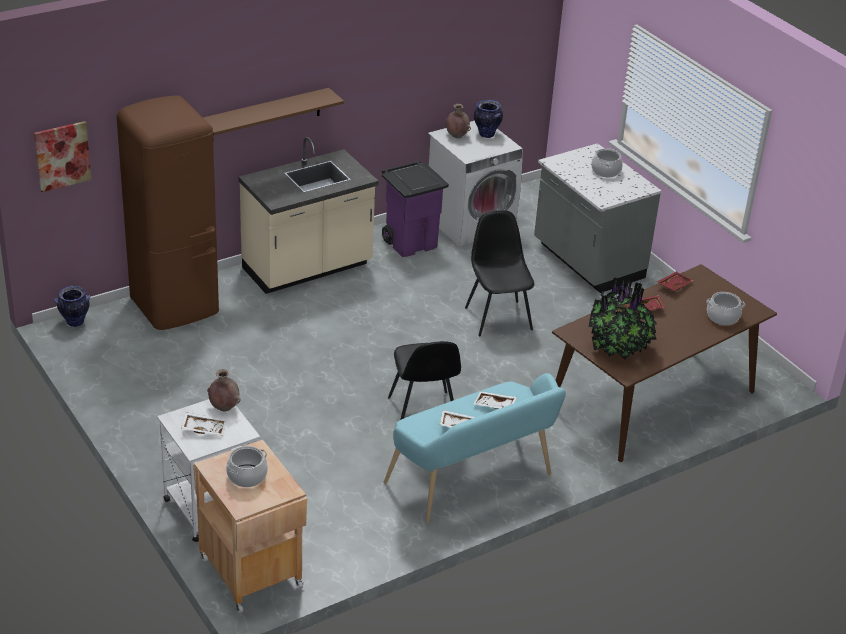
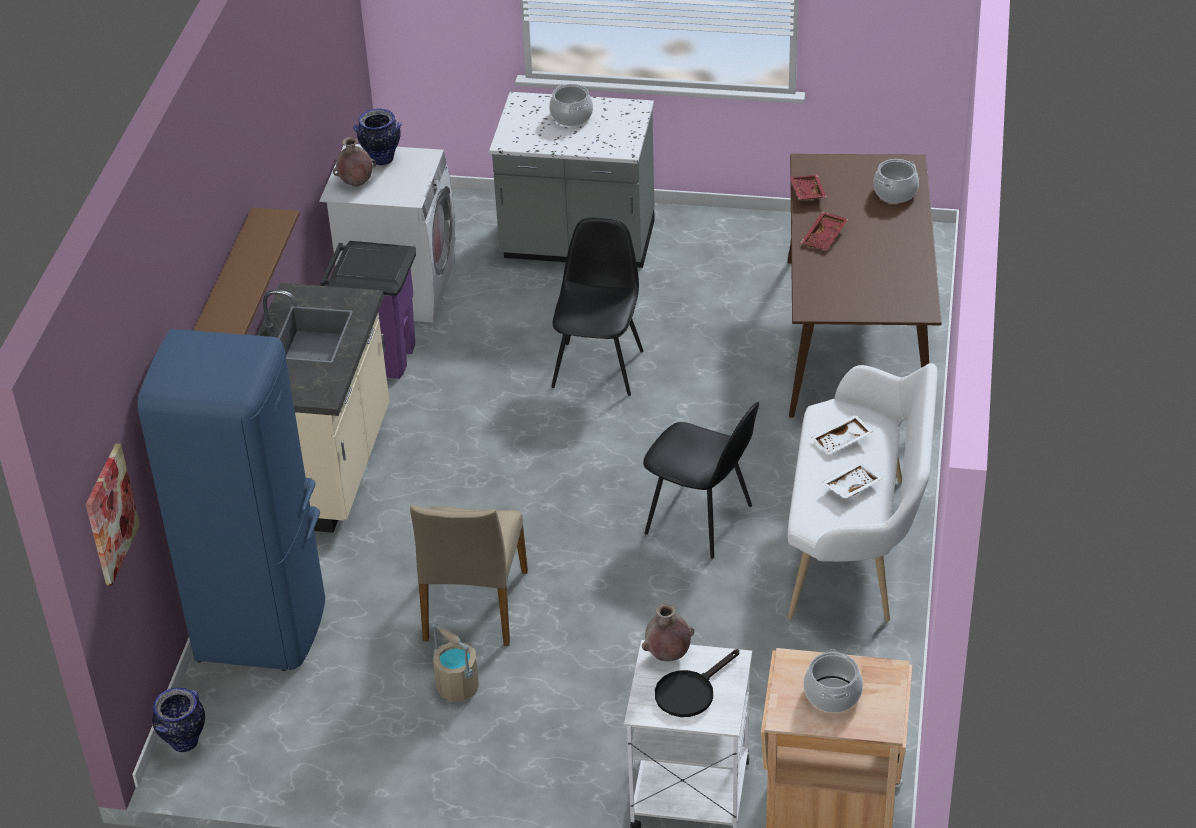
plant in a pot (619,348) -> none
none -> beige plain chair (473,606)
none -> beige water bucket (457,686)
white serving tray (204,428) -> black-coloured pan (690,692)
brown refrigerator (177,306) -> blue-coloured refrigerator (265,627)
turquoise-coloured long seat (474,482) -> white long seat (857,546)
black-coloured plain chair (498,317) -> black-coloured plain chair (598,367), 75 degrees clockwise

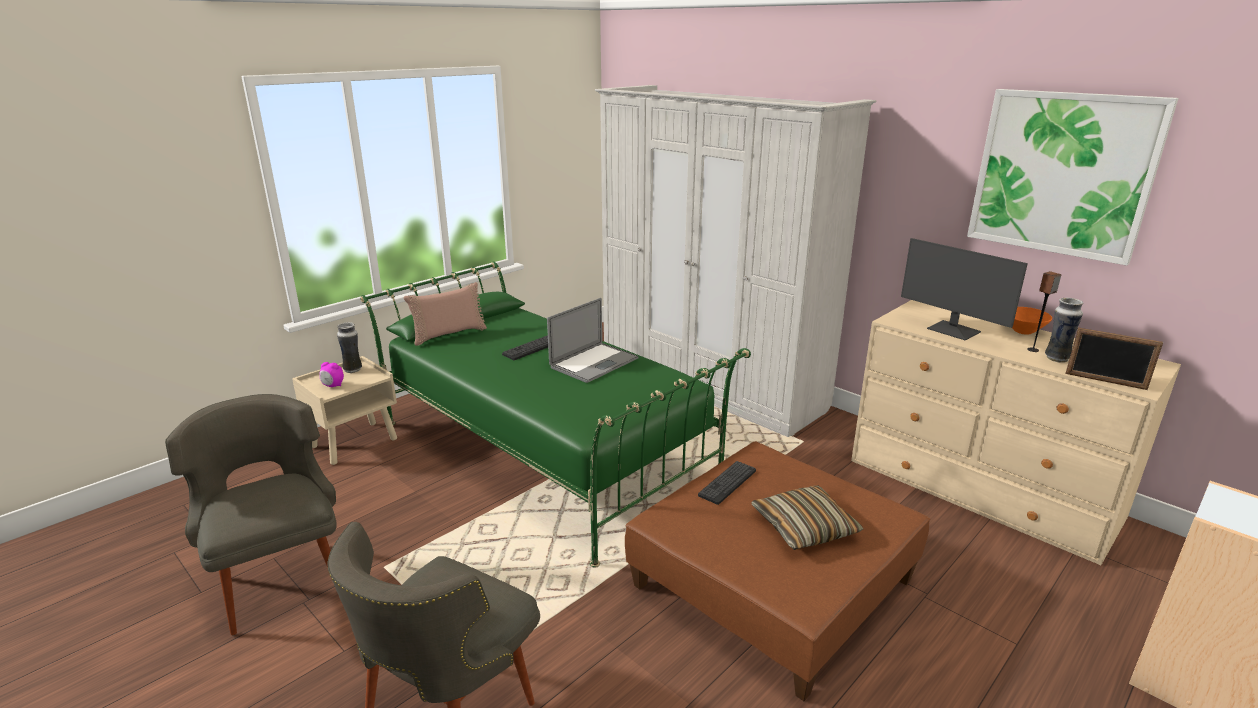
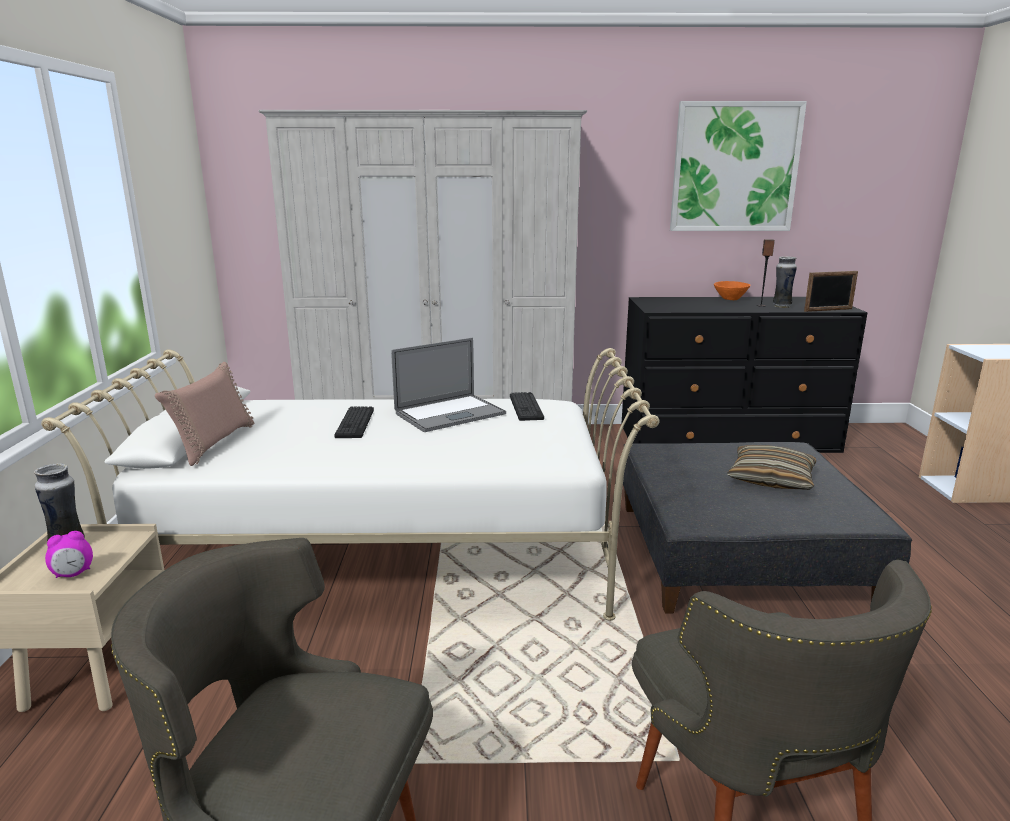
monitor (953,331) -> none
computer keyboard (727,483) -> computer keyboard (526,407), moved
green-coloured bed (544,452) -> white bed (385,557)
brown pouffe (772,582) -> grey pouffe (737,553)
beige dresser (981,488) -> black-coloured dresser (728,438)
notebook computer (594,363) -> notebook computer (450,414), 60 degrees clockwise

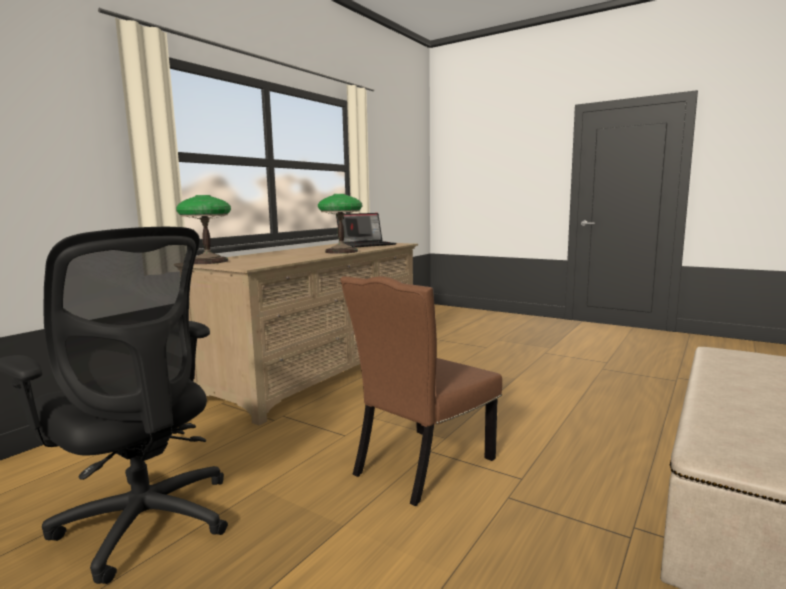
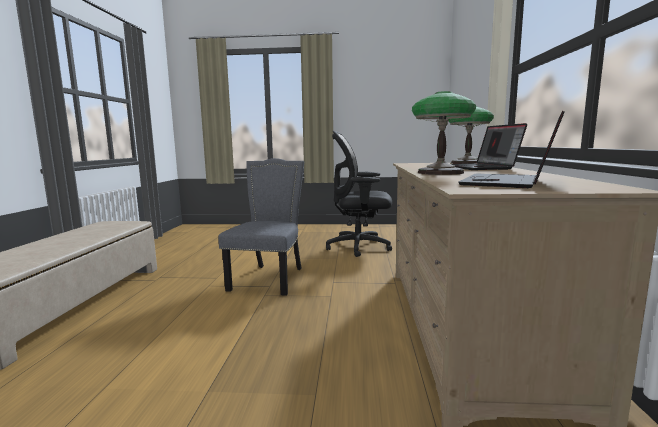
none -> notebook computer (481,168)
brown plain chair (424,464) -> grey plain chair (268,280)

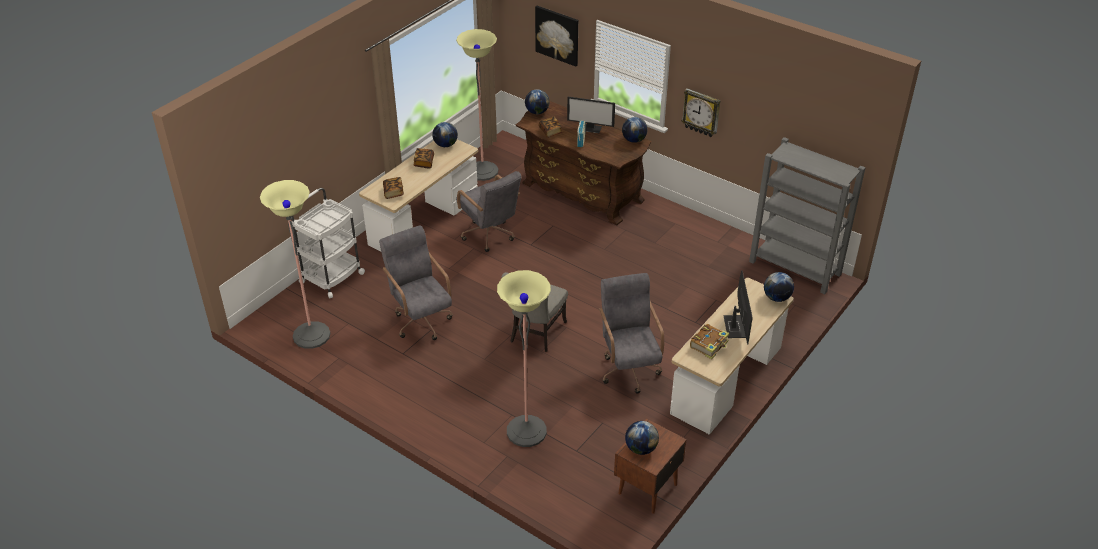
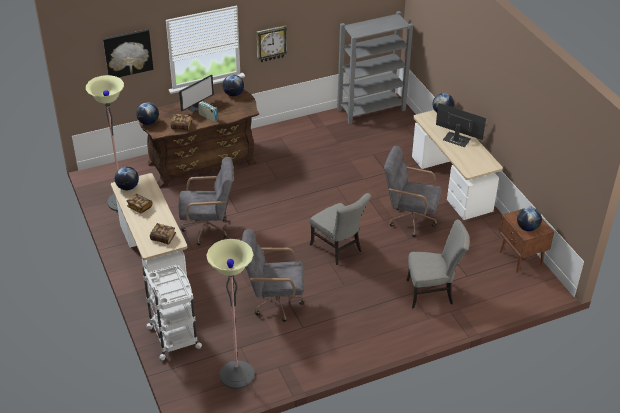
bound book (709,345) -> none
standard lamp (526,431) -> grey plain chair (433,292)

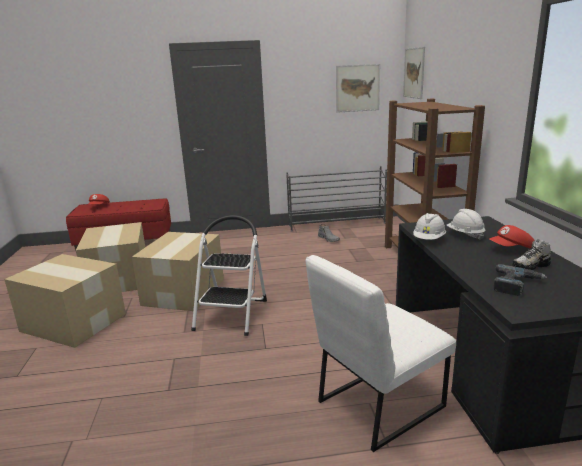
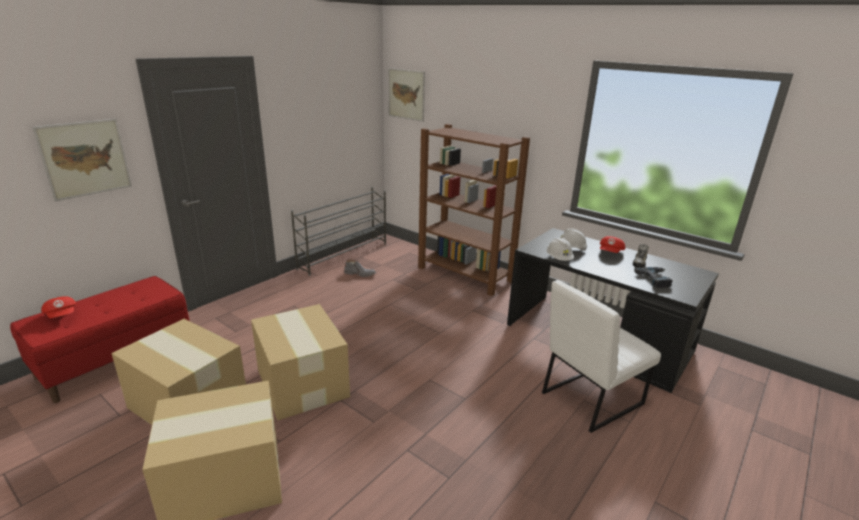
stepladder (233,314) -> none
wall art (357,88) -> wall art (85,158), moved
white plain chair (377,405) -> white plain chair (589,399), 45 degrees clockwise

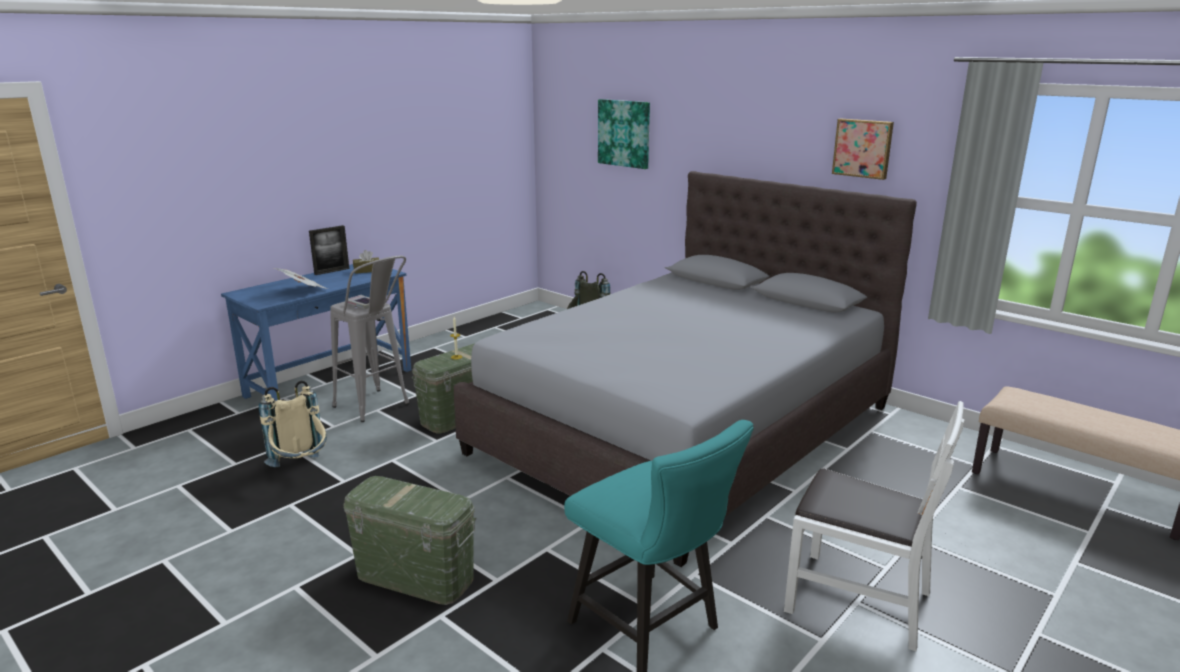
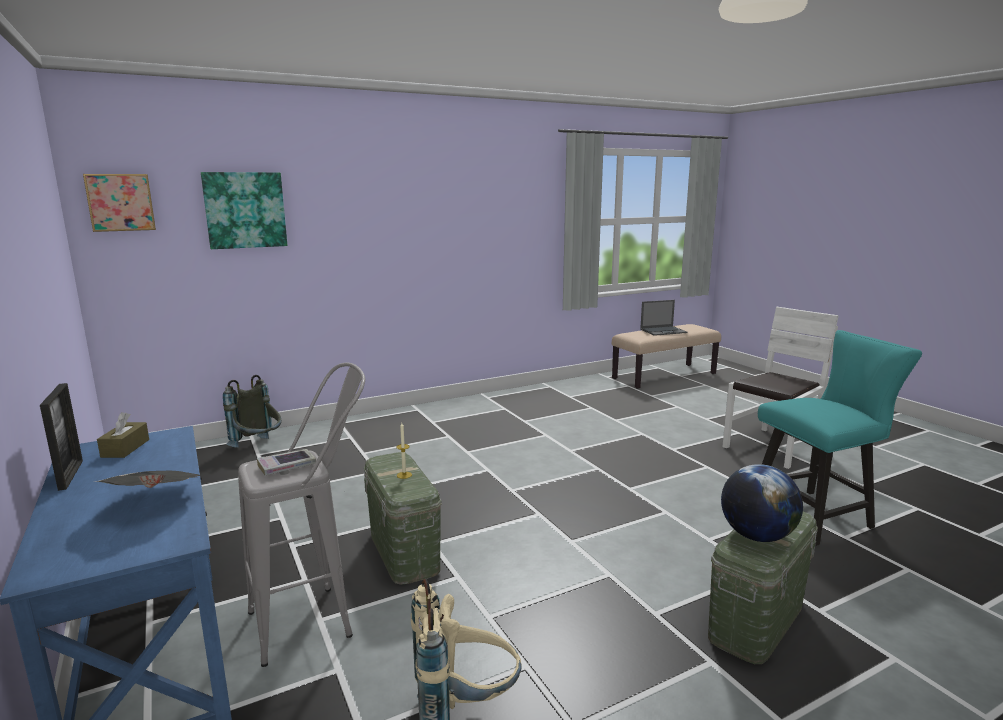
grey bed (686,429) -> none
none -> notebook computer (663,331)
none -> globe (757,536)
wall art (863,148) -> wall art (120,202), moved

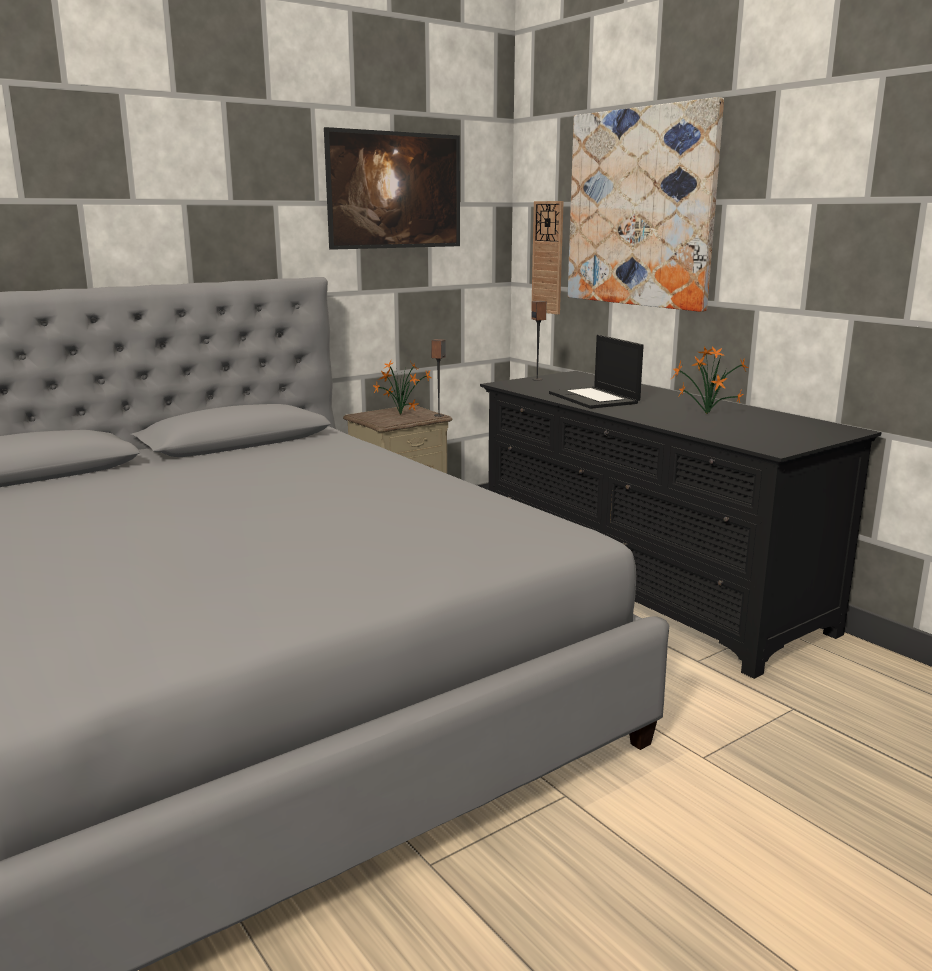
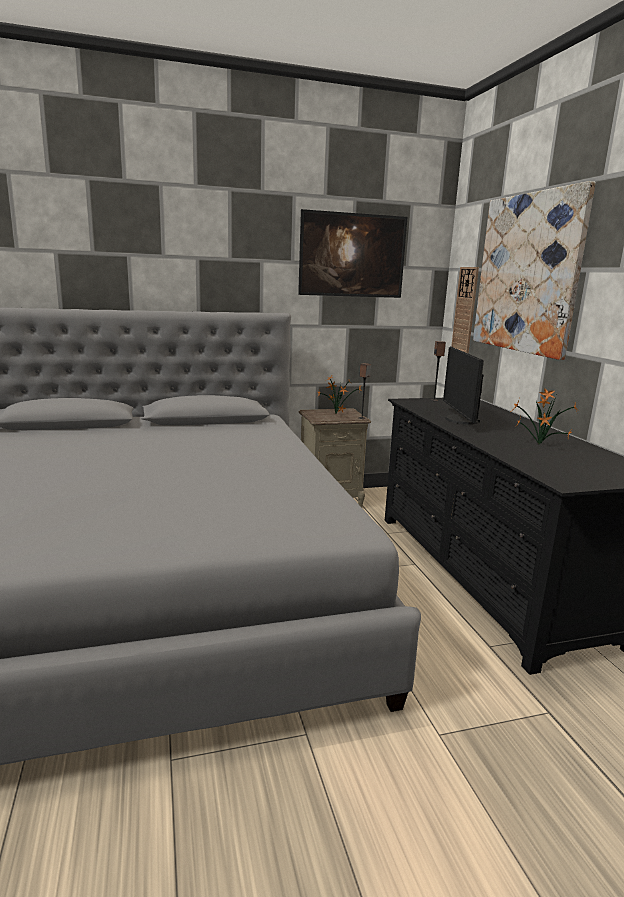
notebook computer (595,398) -> monitor (460,420)

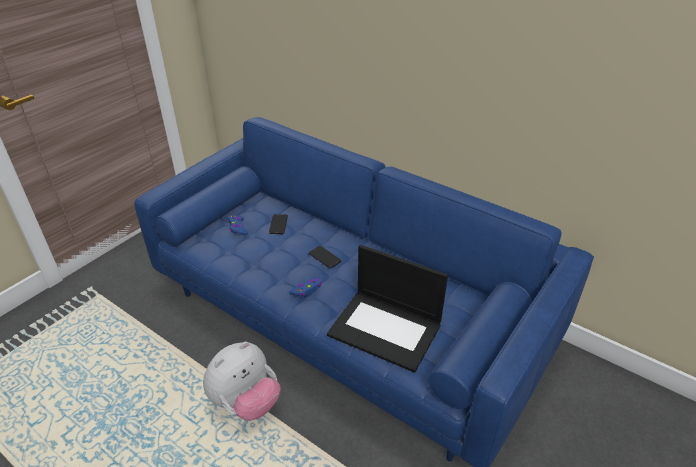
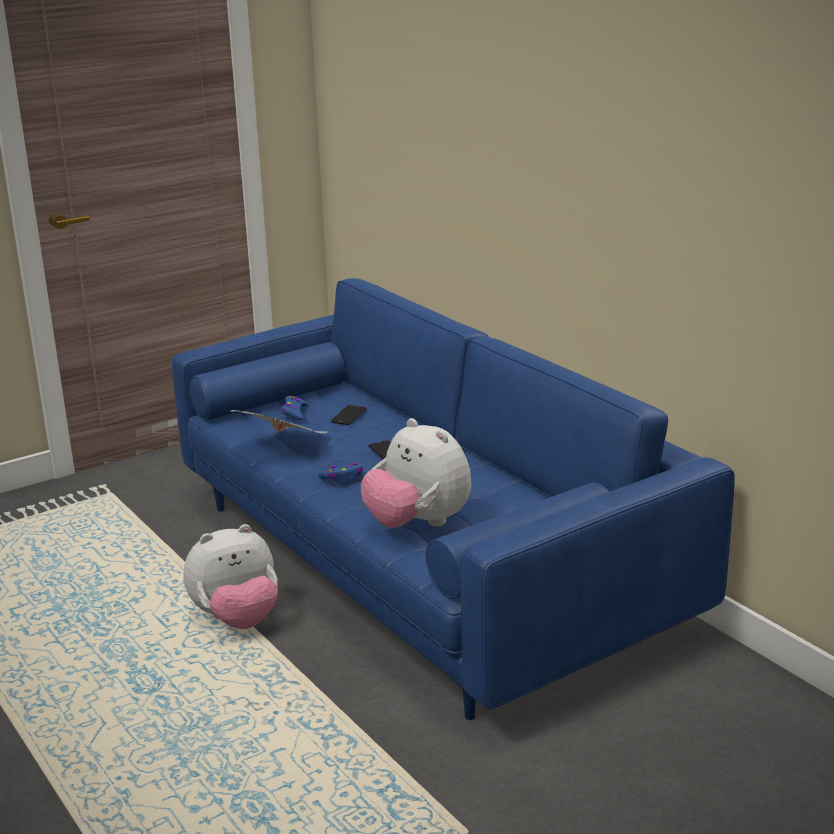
none -> printed paper (284,446)
notebook computer (386,329) -> soft toy (418,524)

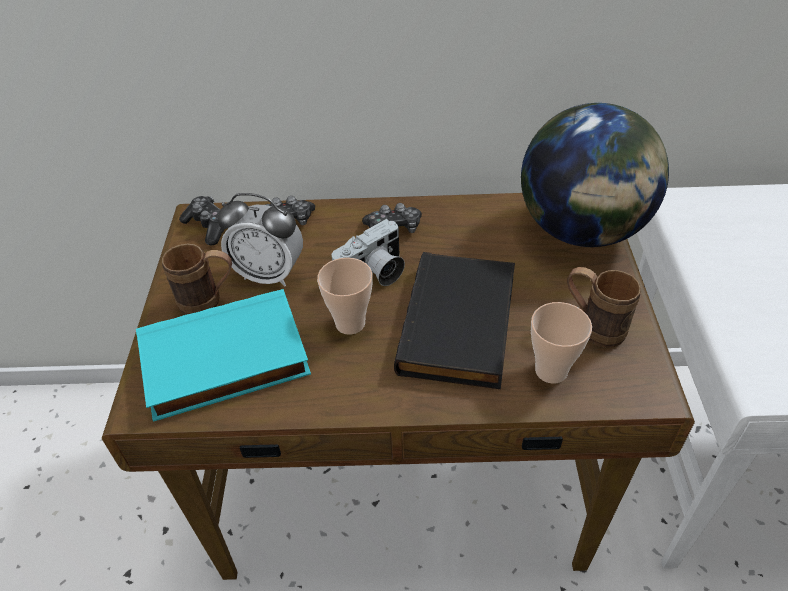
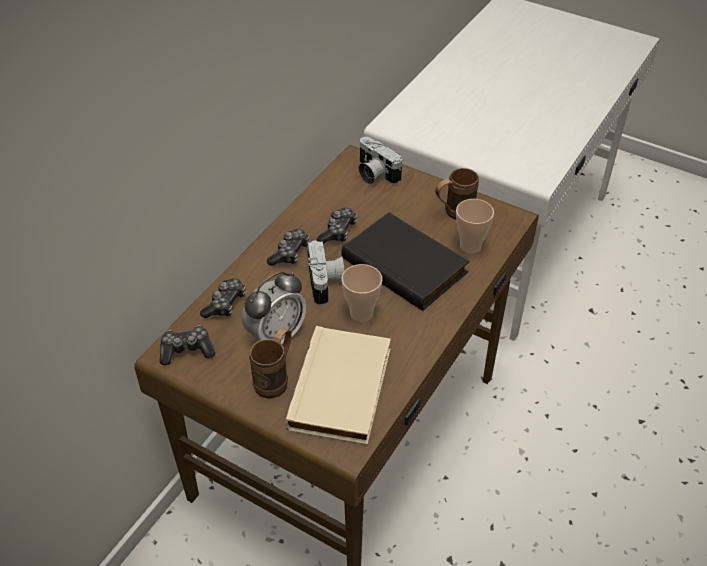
none -> game controller (338,231)
globe (582,230) -> still camera (374,174)
turquoise-coloured bound book (224,362) -> beige bound book (343,390)

